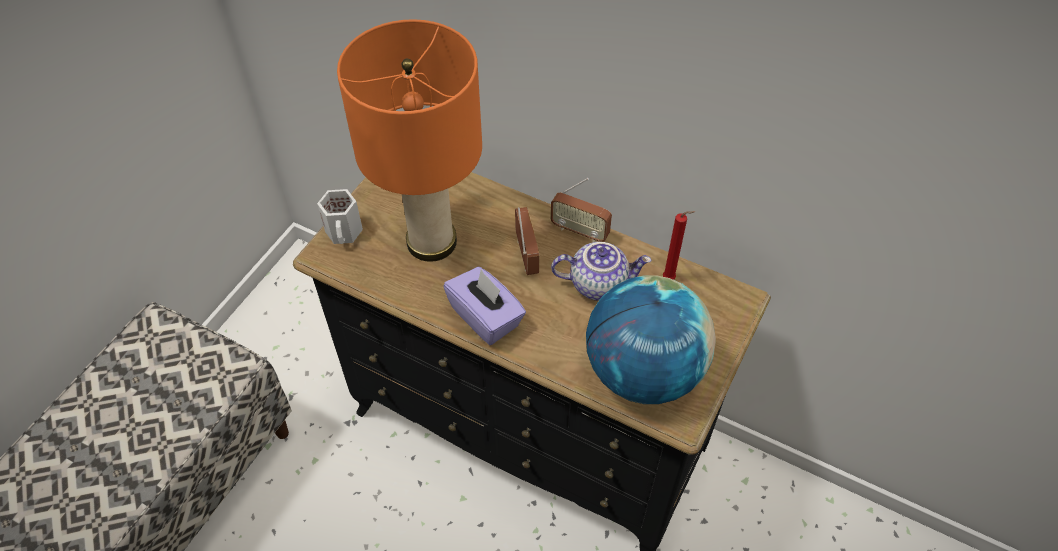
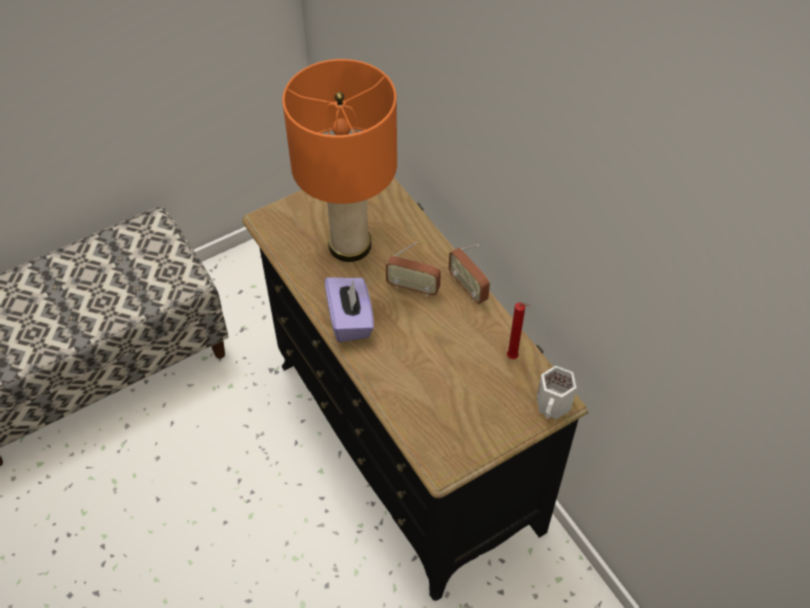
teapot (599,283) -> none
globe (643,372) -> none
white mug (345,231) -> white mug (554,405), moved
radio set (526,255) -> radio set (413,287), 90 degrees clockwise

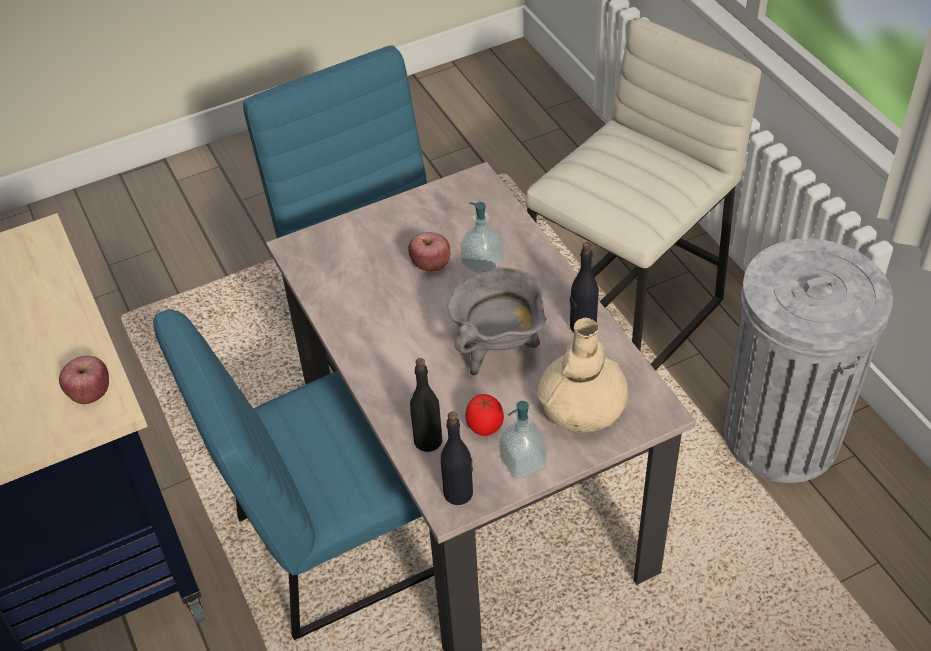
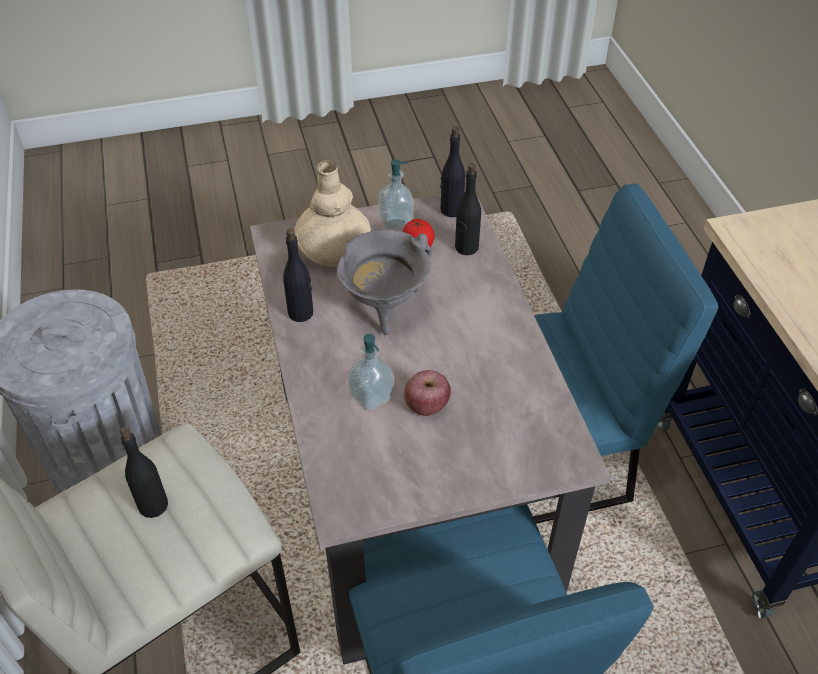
whole apple (90,393) -> none
none -> black-coloured bottle (153,505)

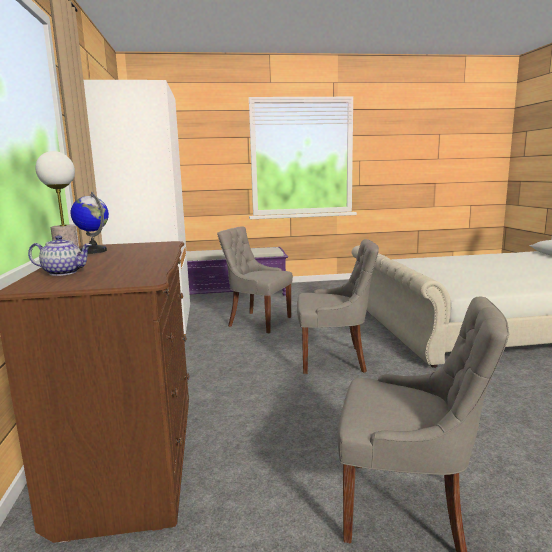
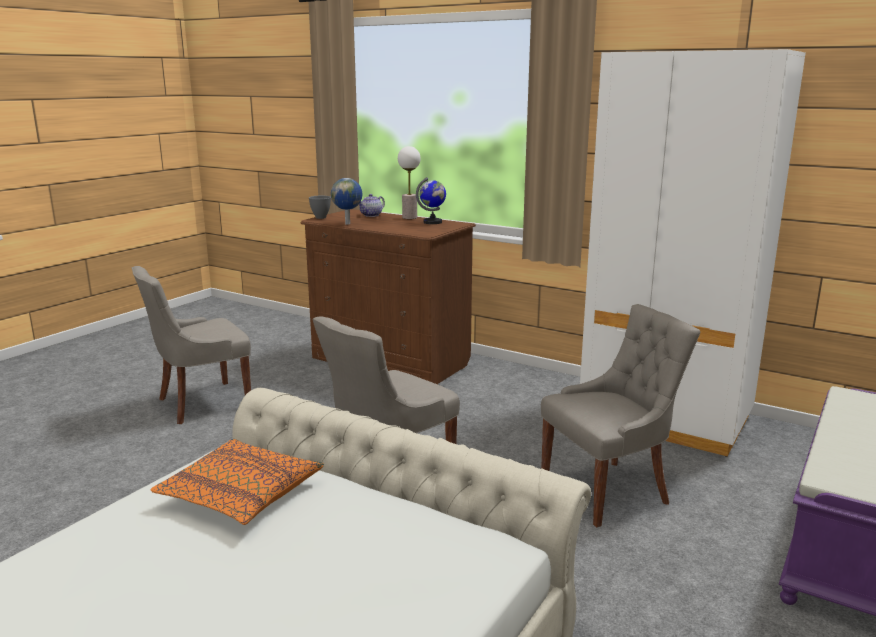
none -> orange-coloured pillow (241,494)
none -> grey serving bowl (320,218)
none -> globe (348,224)

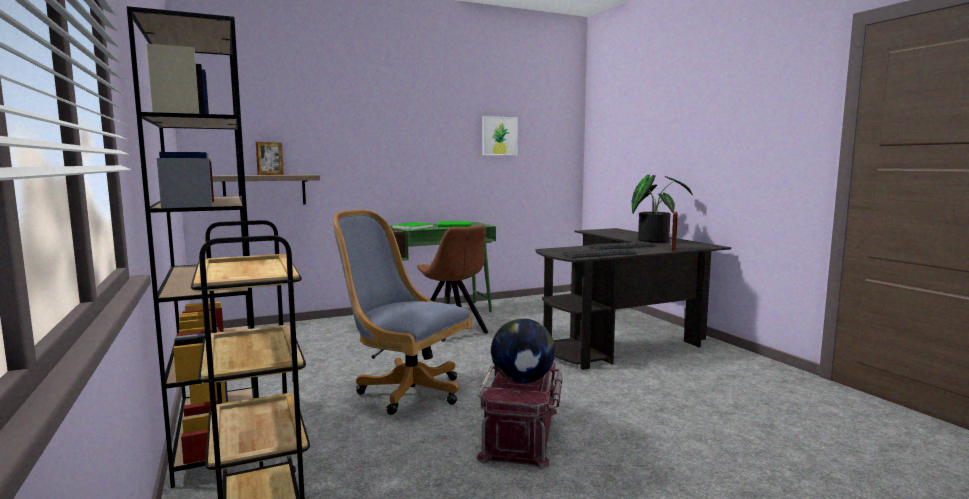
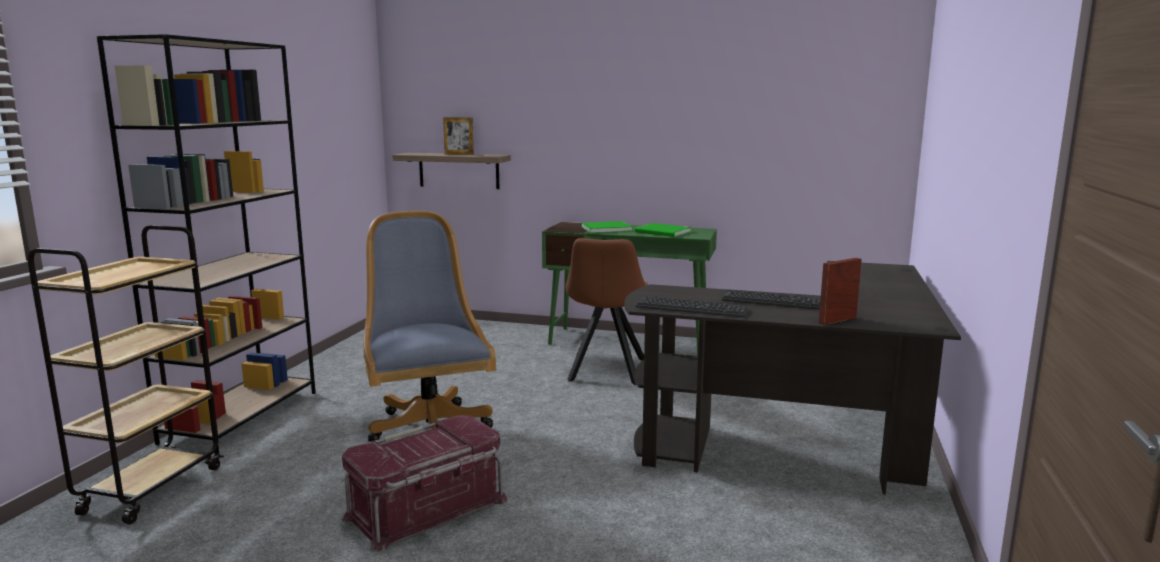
wall art (499,136) -> none
globe (522,380) -> none
plant in a pot (653,240) -> none

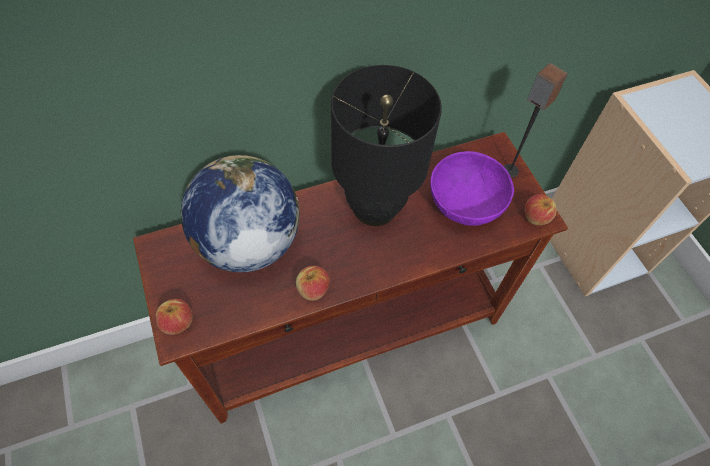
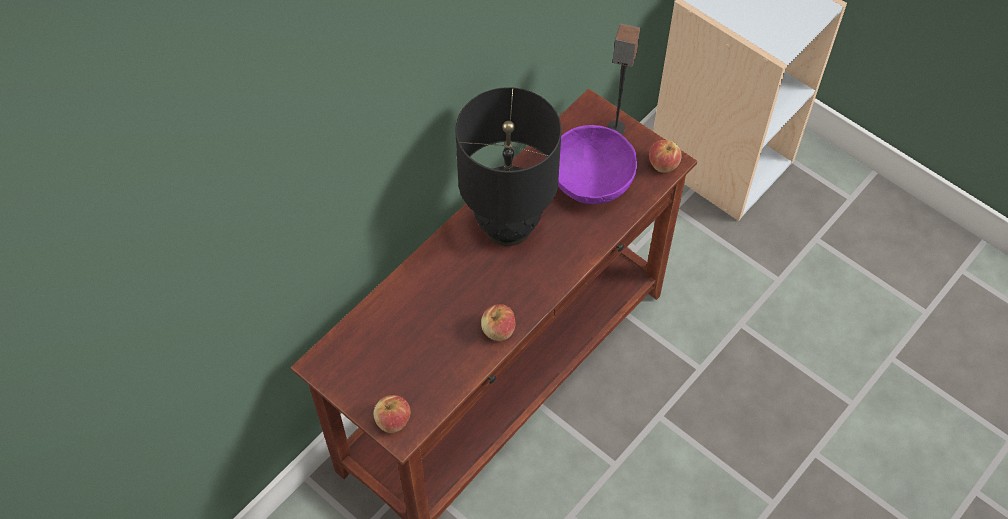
globe (247,243) -> none

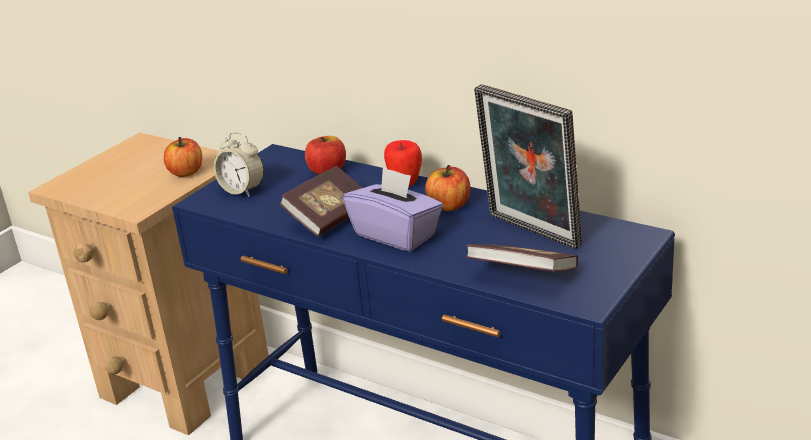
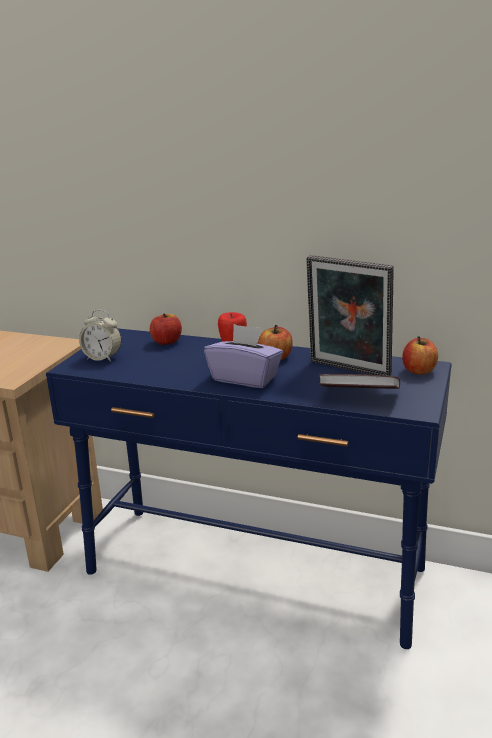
bound book (329,217) -> none
whole apple (186,172) -> whole apple (419,371), moved

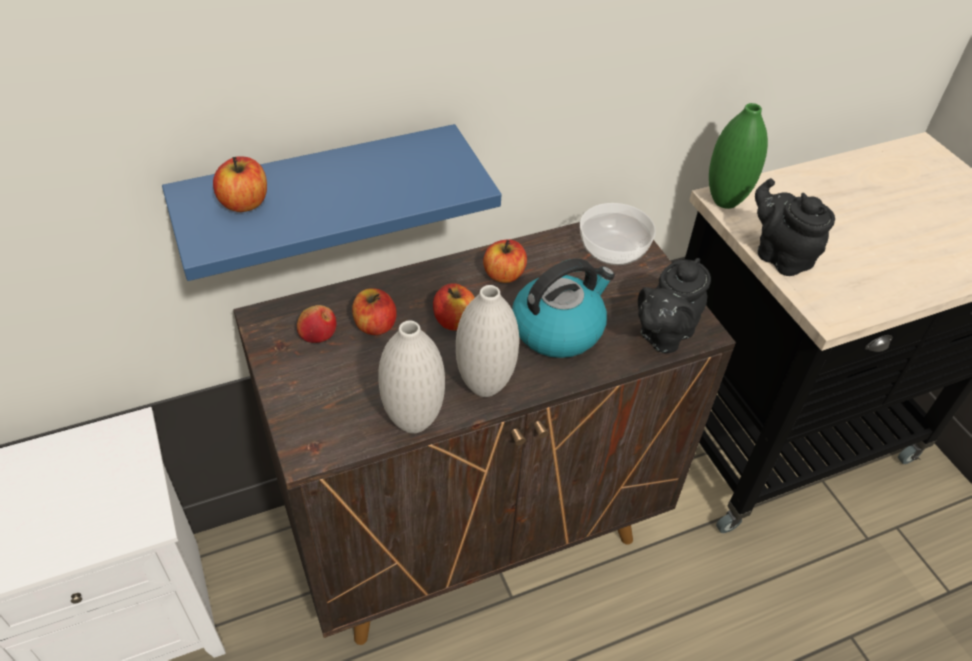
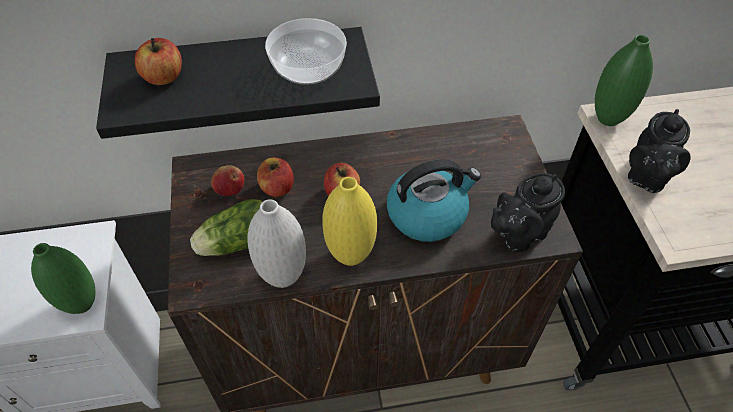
whole apple (504,275) -> none
none -> green-coloured flower vase (82,304)
none -> lettuce head (235,243)
serving bowl (613,250) -> serving bowl (308,68), moved
blue-coloured shelf (321,198) -> black-coloured shelf (244,77)
white flower vase (485,386) -> yellowish flower vase (351,255)
black-coloured teapot (780,256) -> black-coloured teapot (645,177), 135 degrees counterclockwise

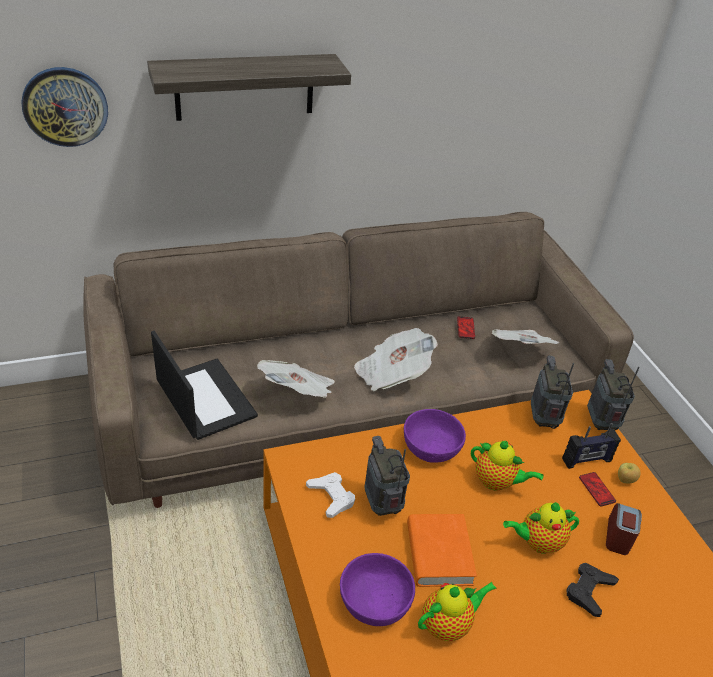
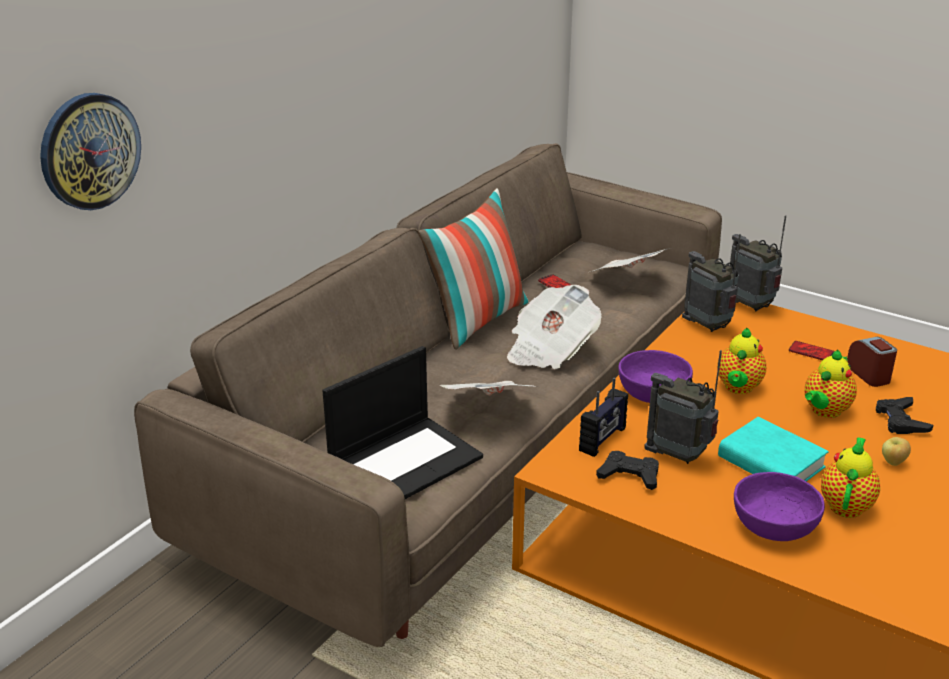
shelf (245,87) -> none
none -> pillow (477,320)
radio set (586,460) -> radio set (603,439), moved
whole apple (625,480) -> whole apple (893,462), moved
white game controller (331,497) -> black-coloured game controller (629,475)
orange-coloured bound book (439,554) -> turquoise-coloured bound book (771,462)
notebook computer (204,398) -> notebook computer (406,461), 120 degrees clockwise
teapot (496,482) -> teapot (738,388), 120 degrees clockwise

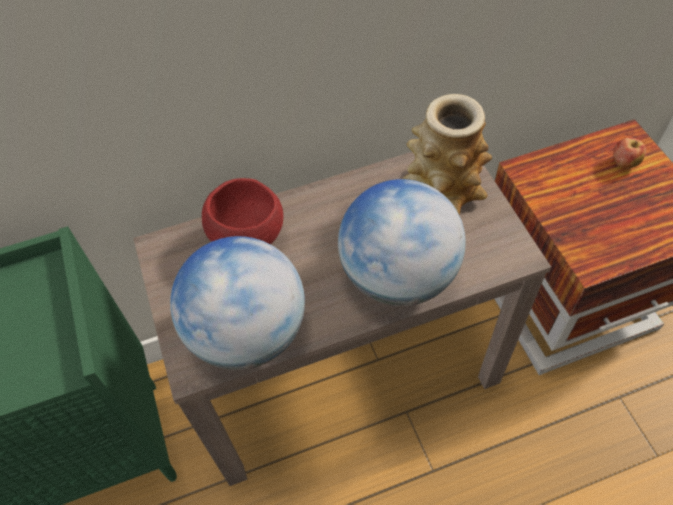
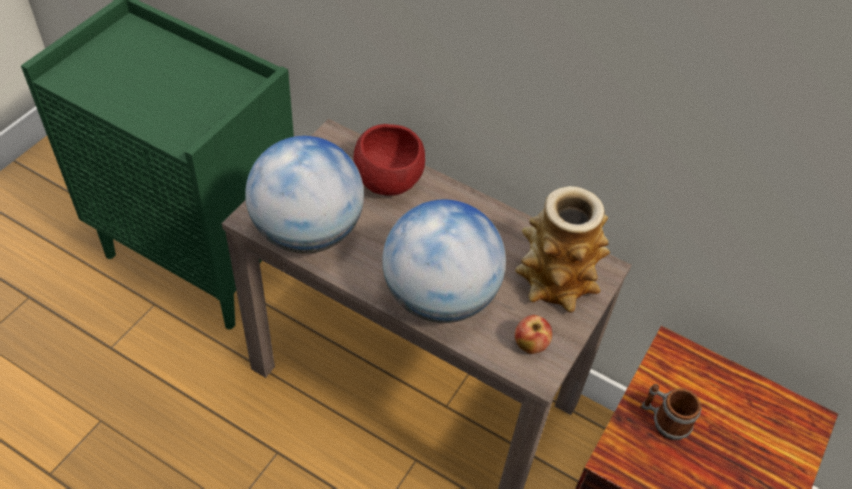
none -> mug (664,421)
whole apple (624,163) -> whole apple (530,345), moved

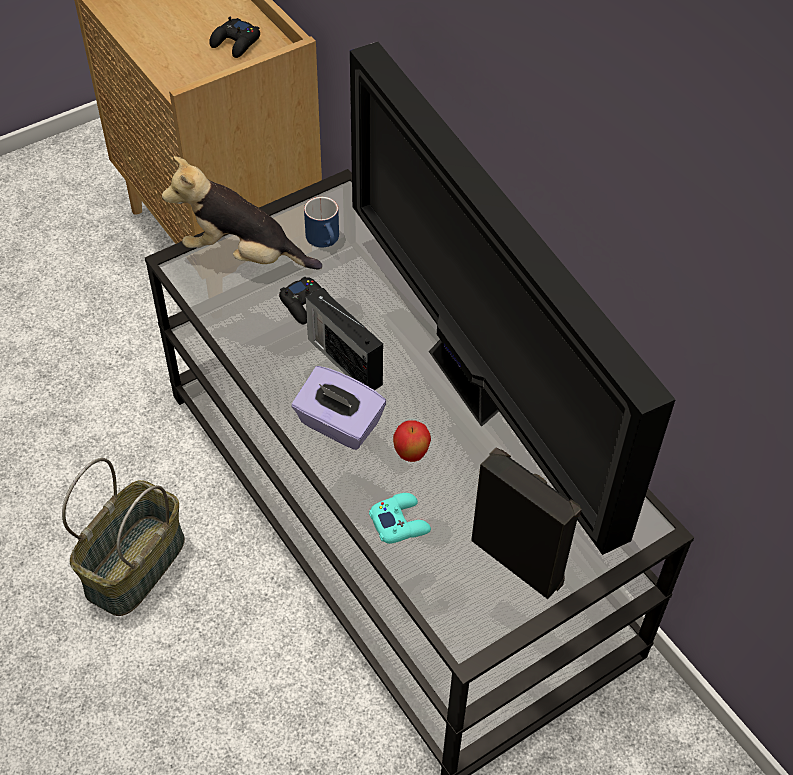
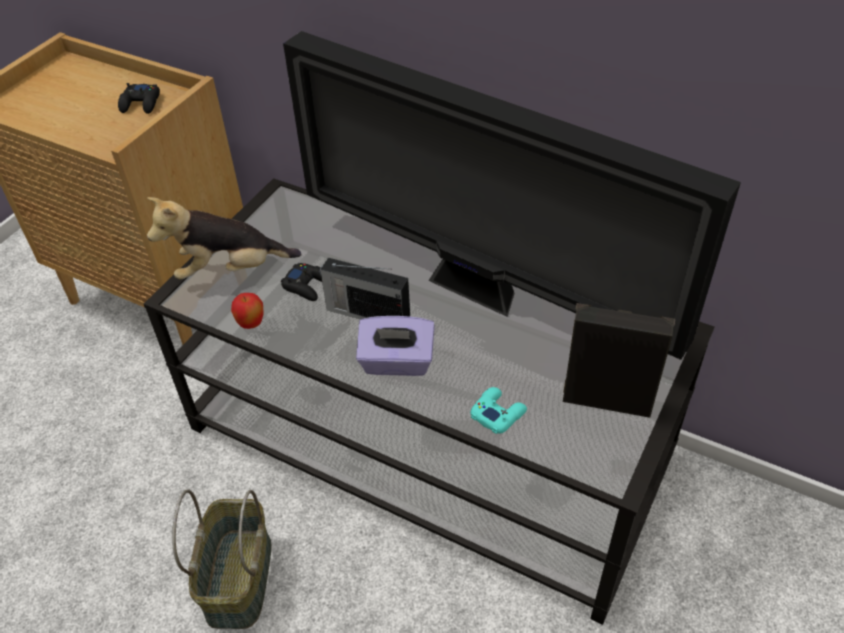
blue-coloured mug (326,240) -> none
whole apple (411,455) -> whole apple (251,324), moved

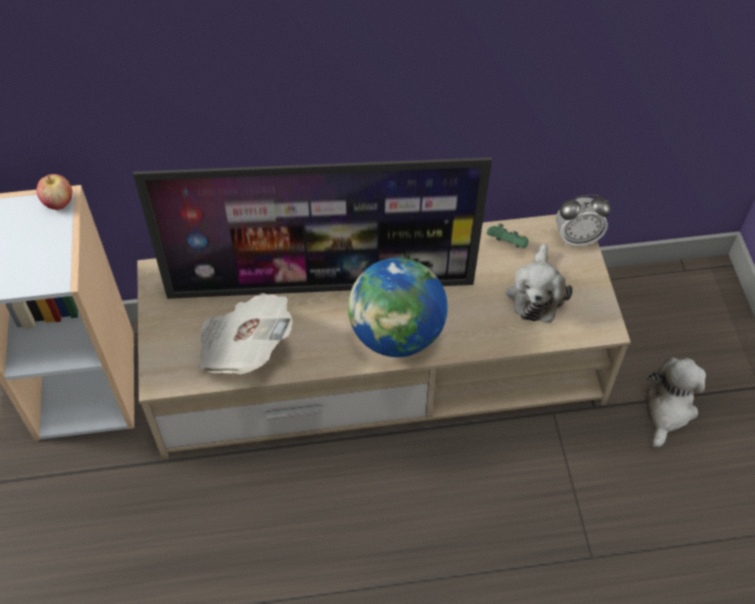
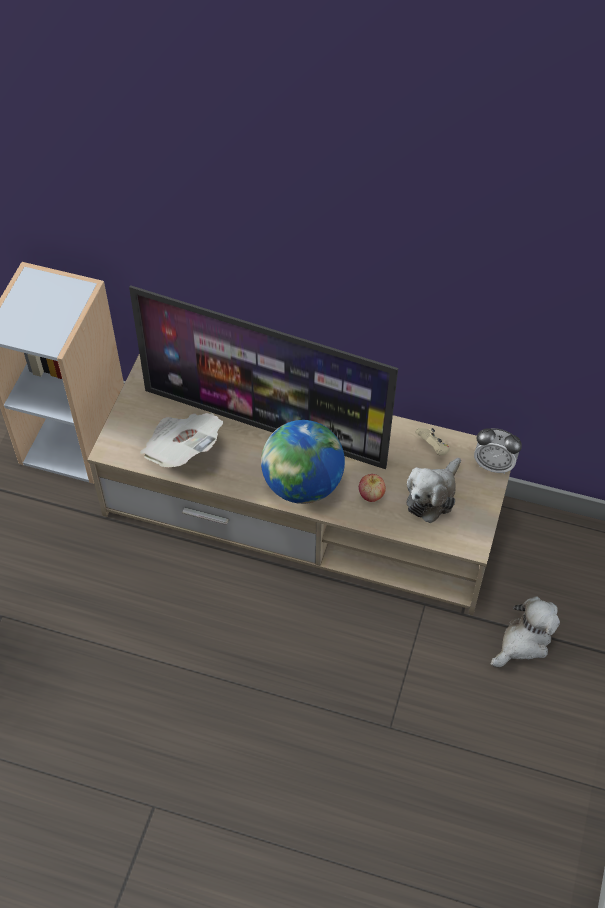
whole apple (58,202) -> whole apple (371,495), moved
green-coloured game controller (507,244) -> beige game controller (433,447)

